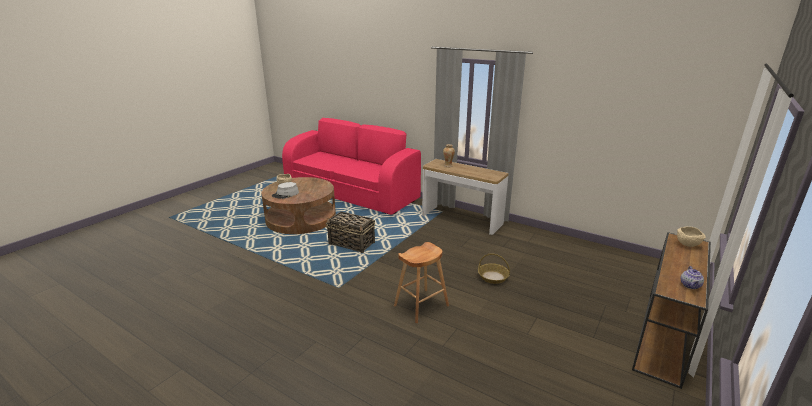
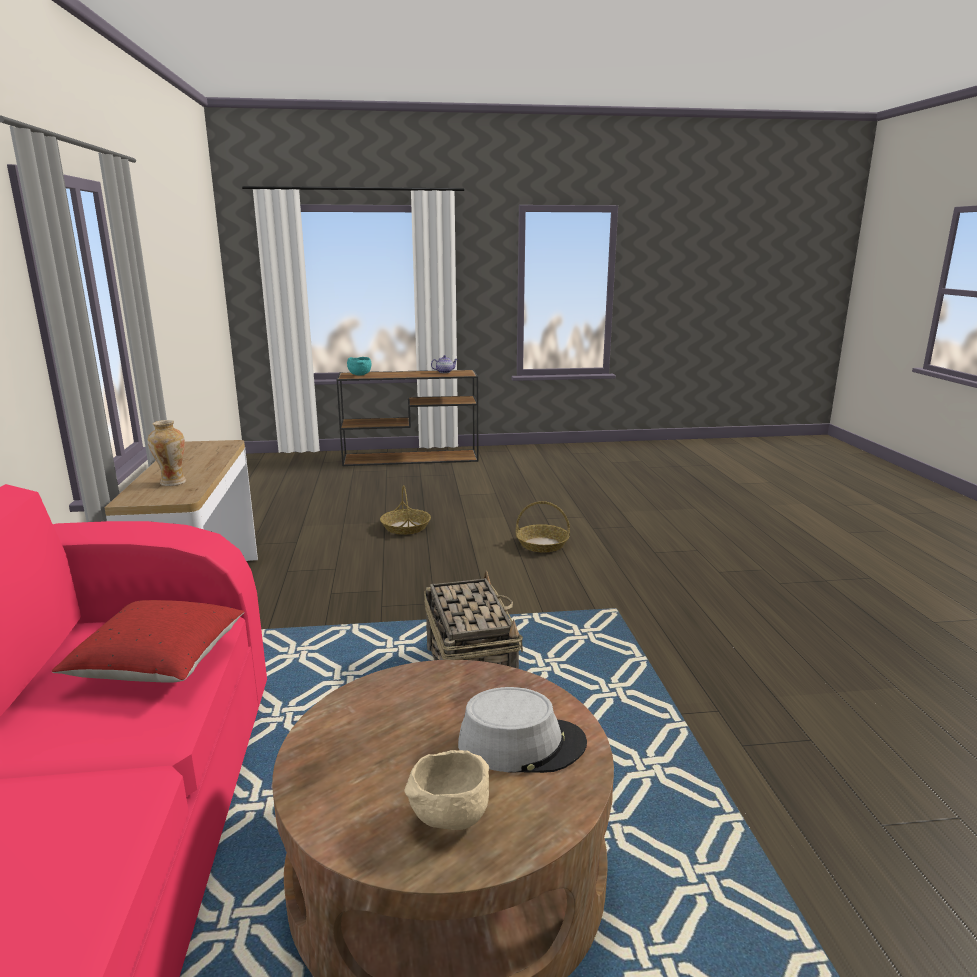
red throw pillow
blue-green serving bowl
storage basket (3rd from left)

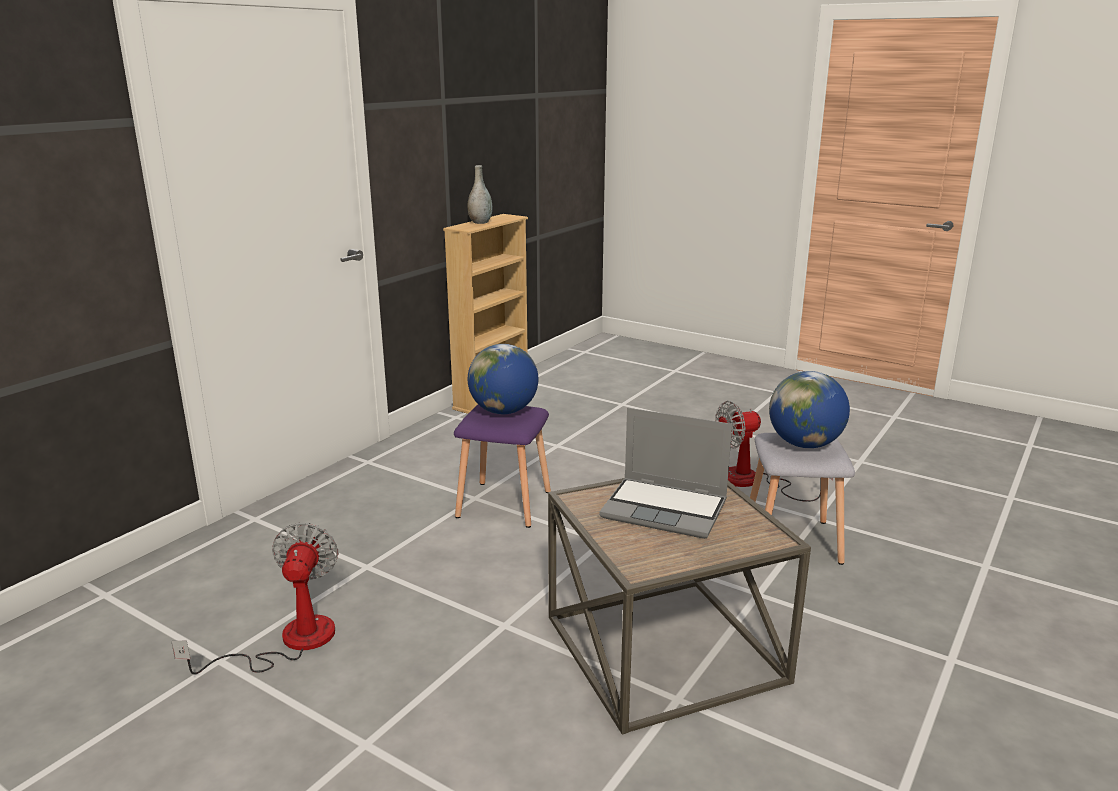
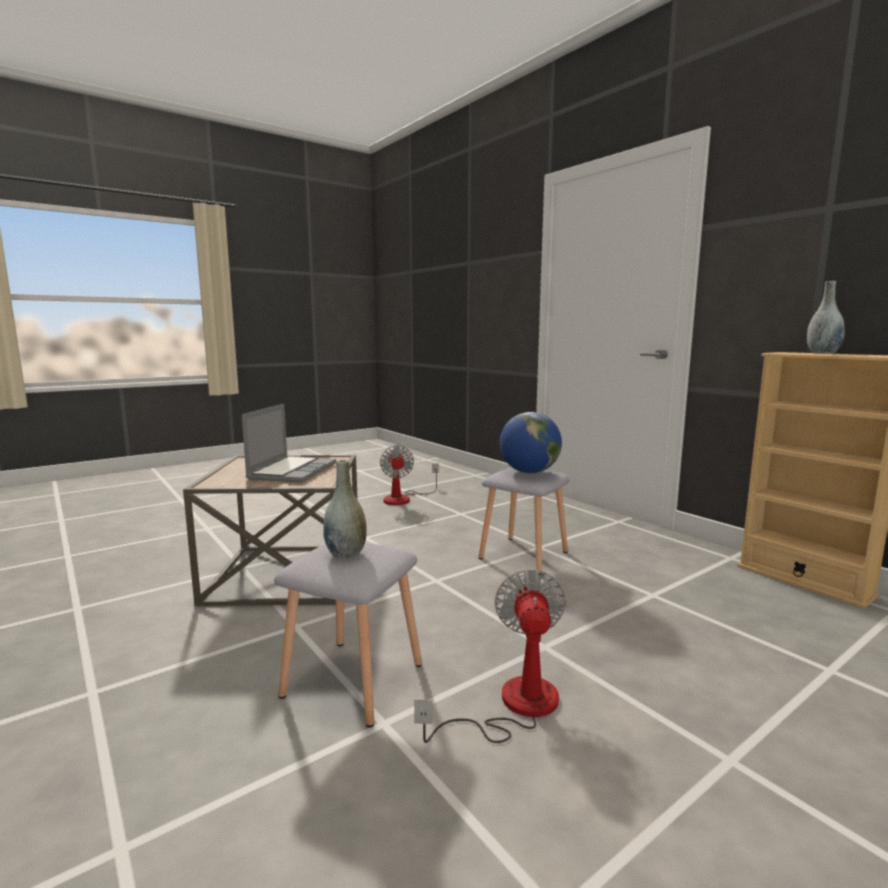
notebook computer
grey flower vase (1st from left)
electric fan (1st from left)
grey sitting stool (2nd from left)

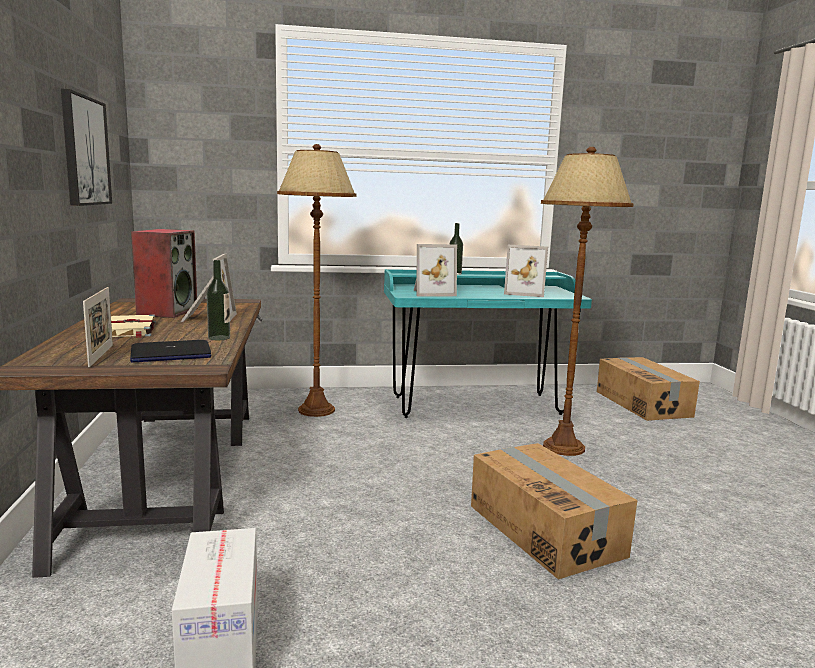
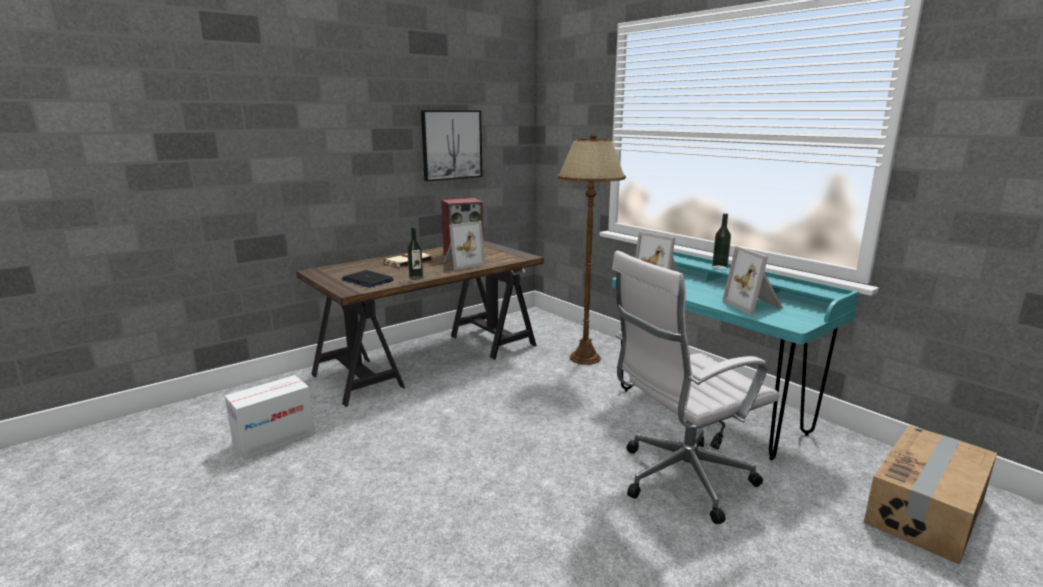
whitish computer chair
photo frame (1st from left in the first image)
cardboard box (2nd from left in the first image)

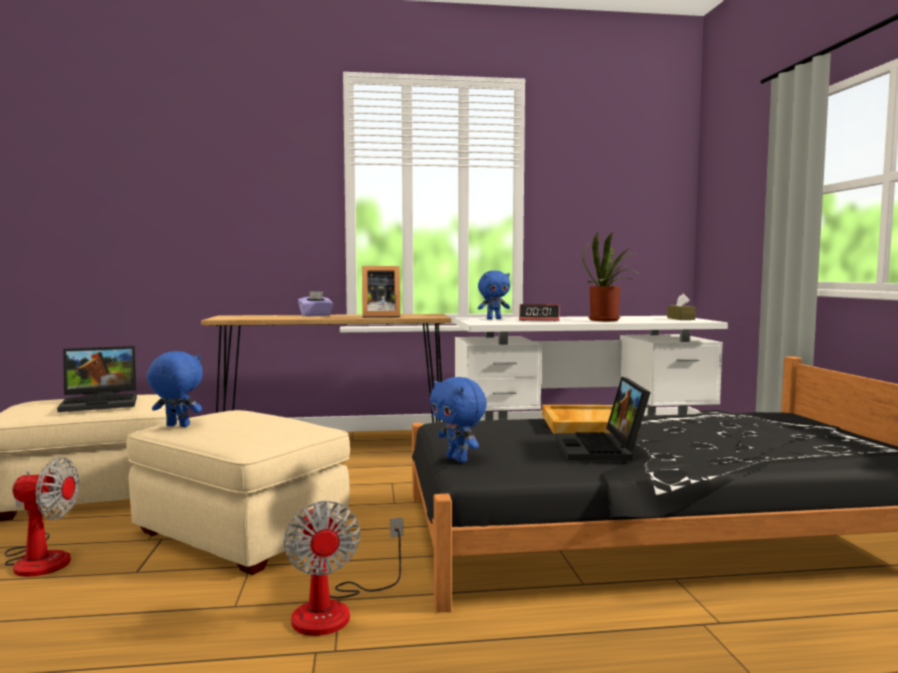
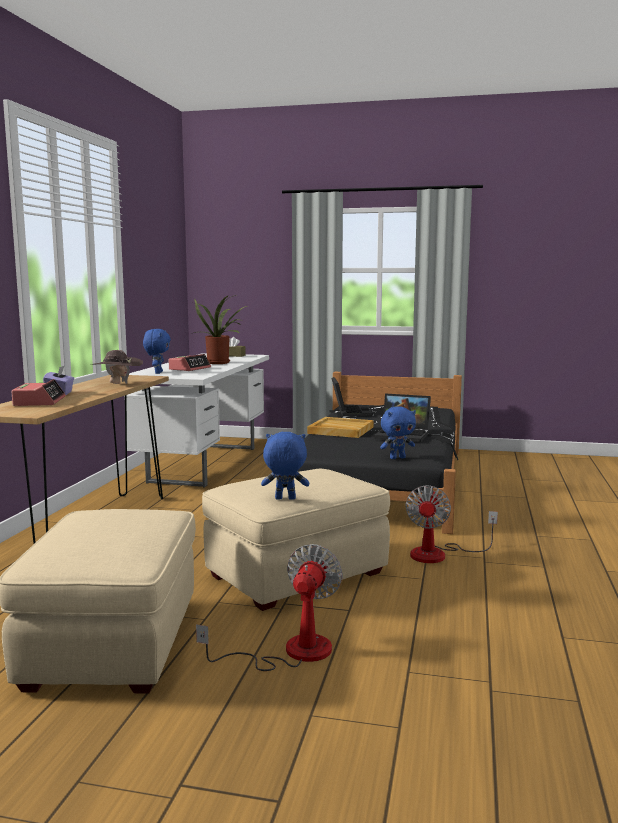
bedside clock (1st from left)
brown hat
bluish cuddly toy (2nd from left)
notebook computer (1st from left)
electric fan (2nd from left)

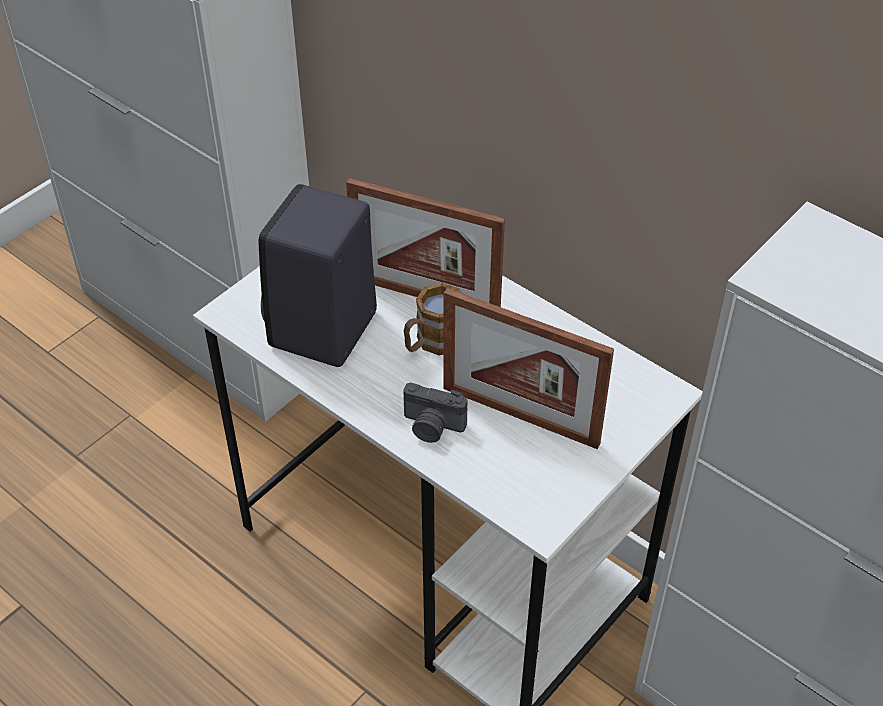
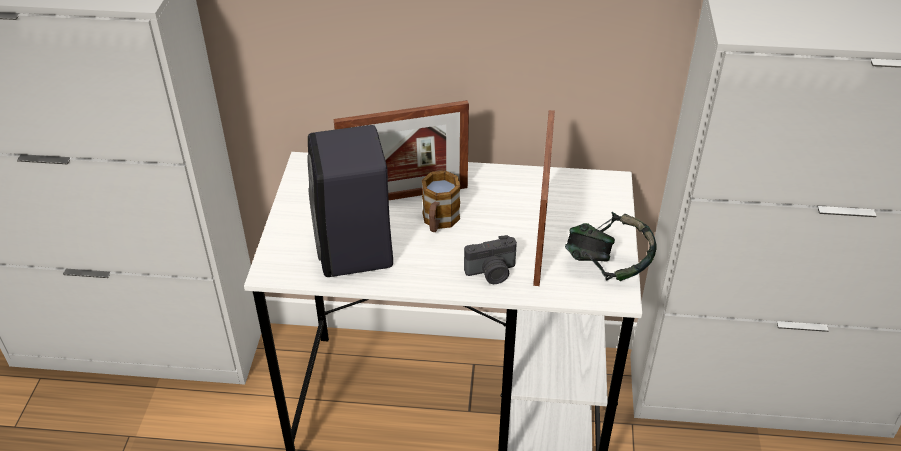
photo frame (2nd from left)
headphones

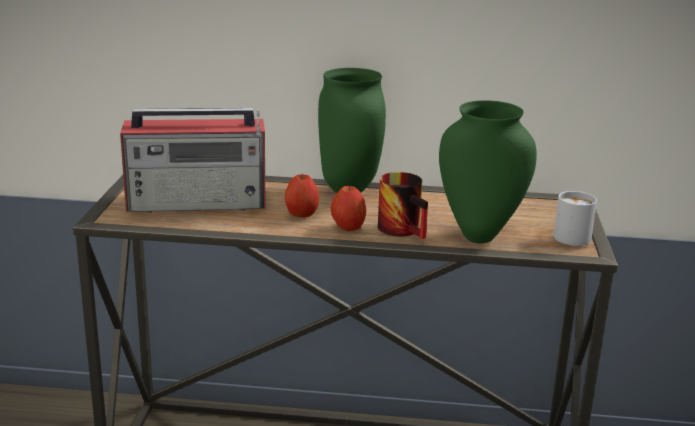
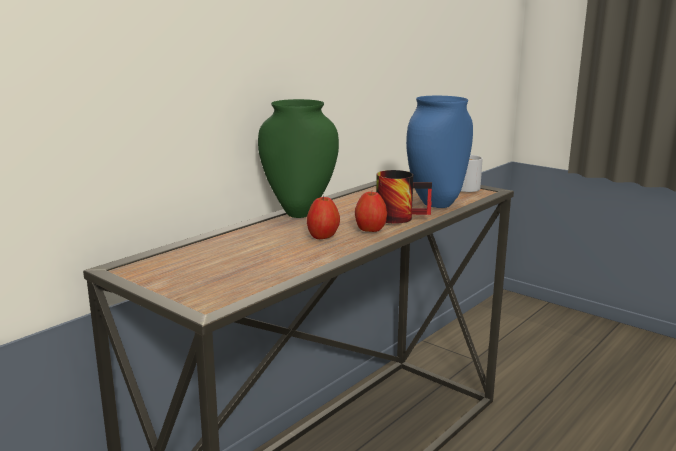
bluish flower vase
radio set

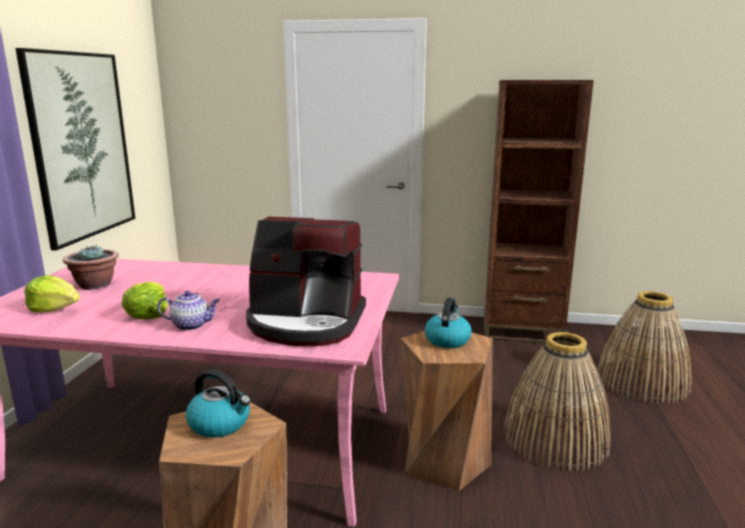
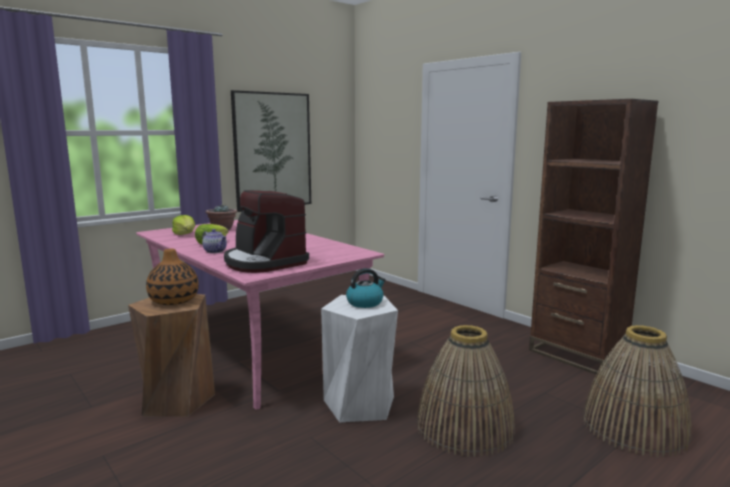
flower vase
whitish sitting stool

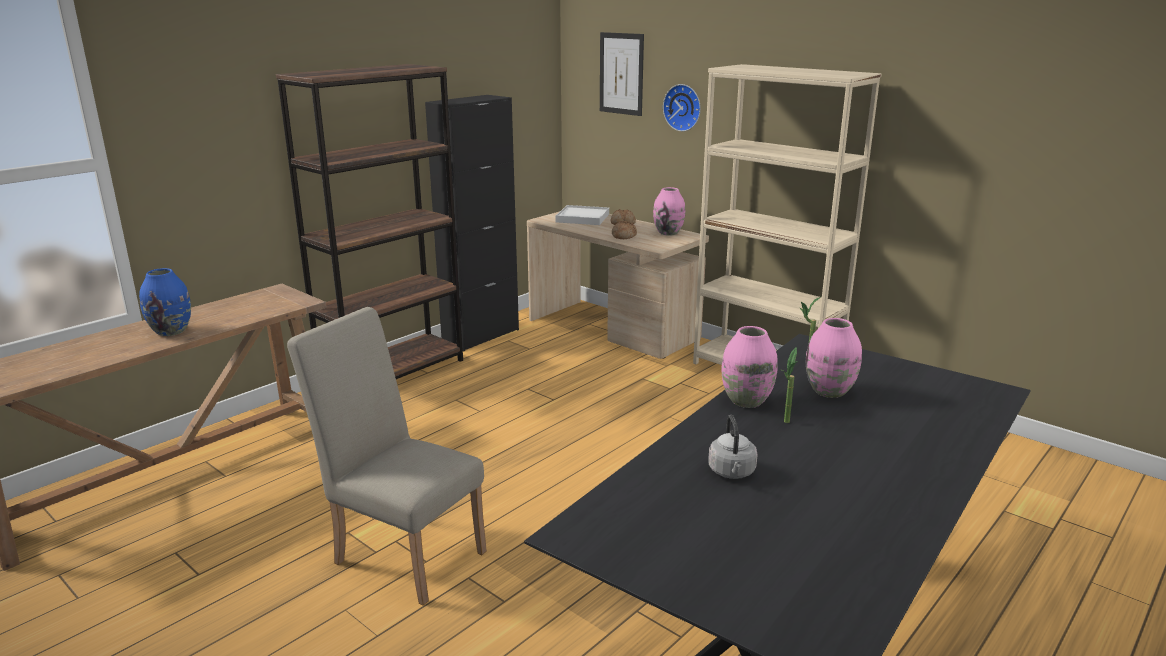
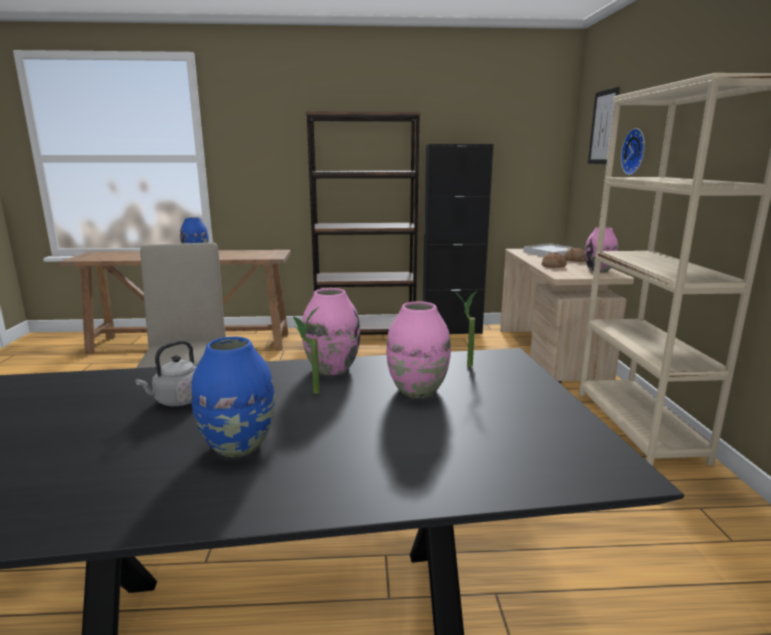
bluish flower vase (2nd from left)

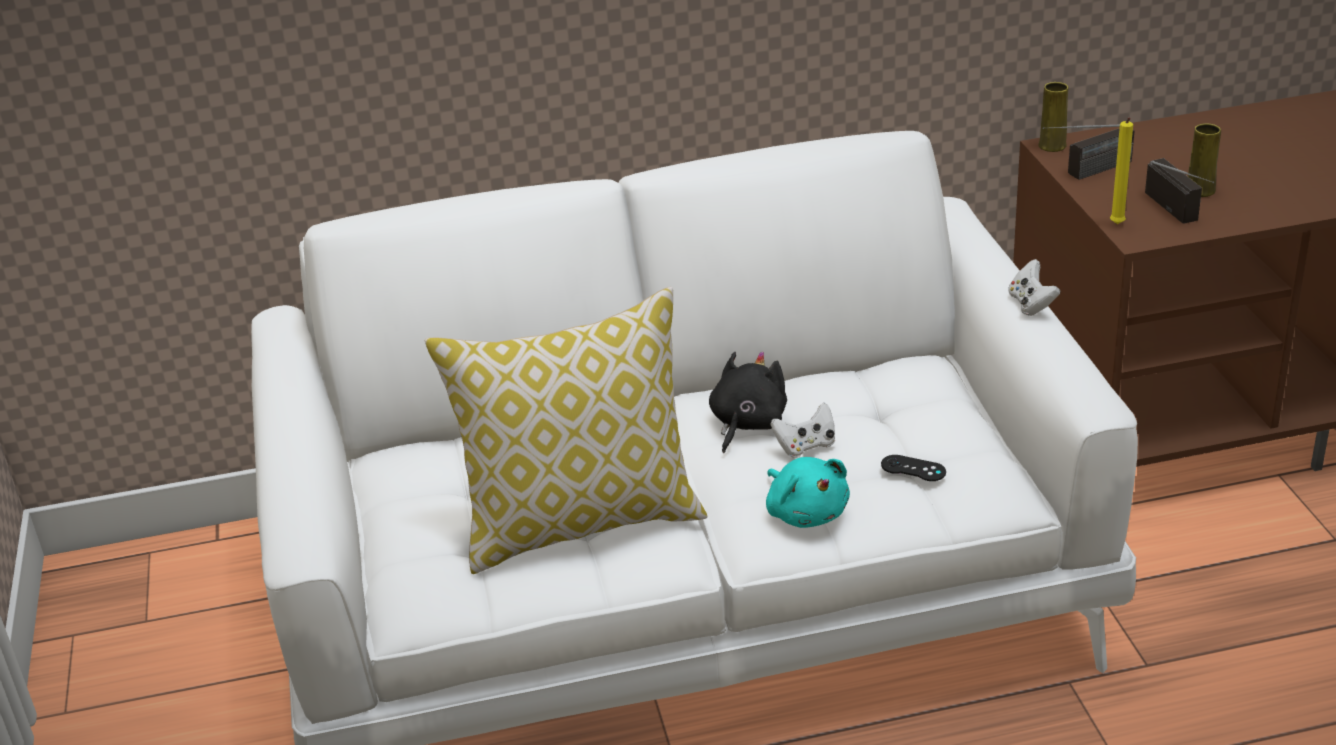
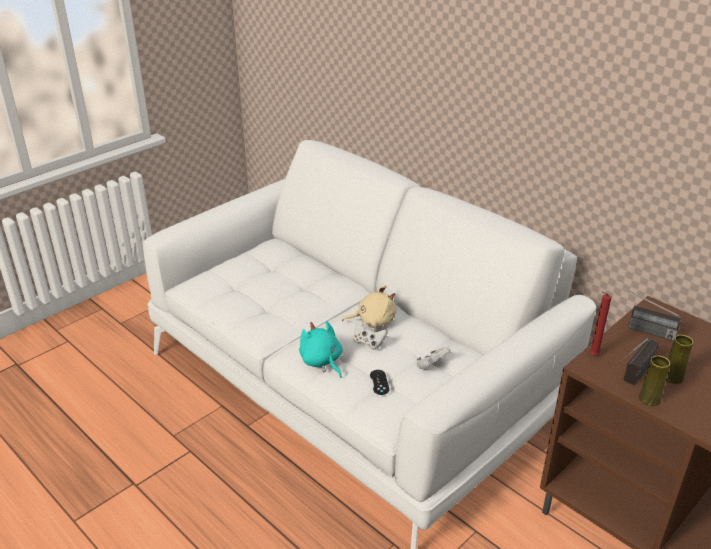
blue-green cuddly toy
beige-coloured cuddly toy
whitish game controller (2nd from left)
red wax candle
yellowish flower vase (1st from left)
throw pillow

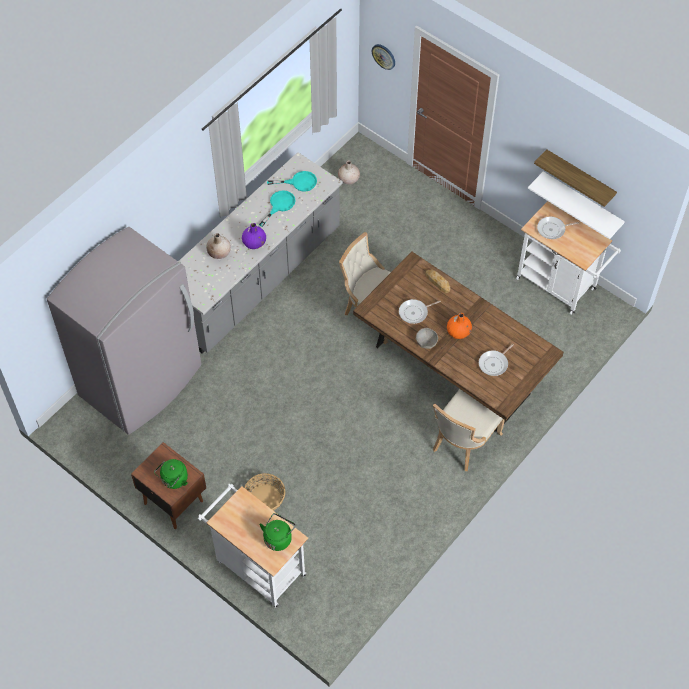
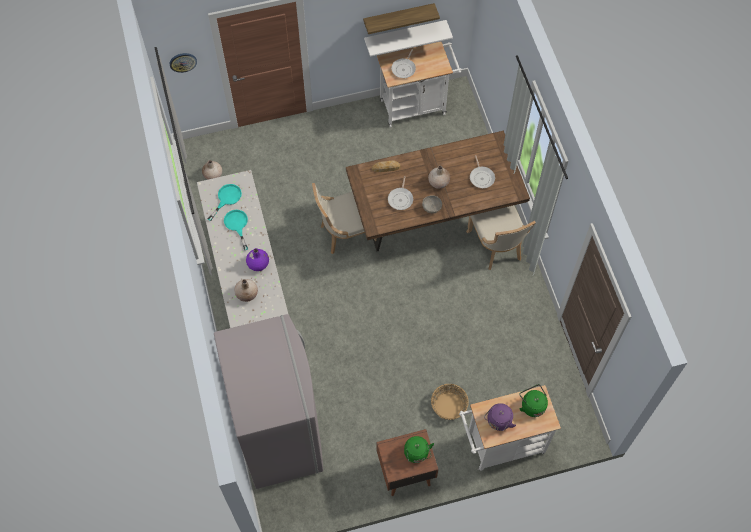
beige-coloured flower vase (3rd from left)
purple kettle

